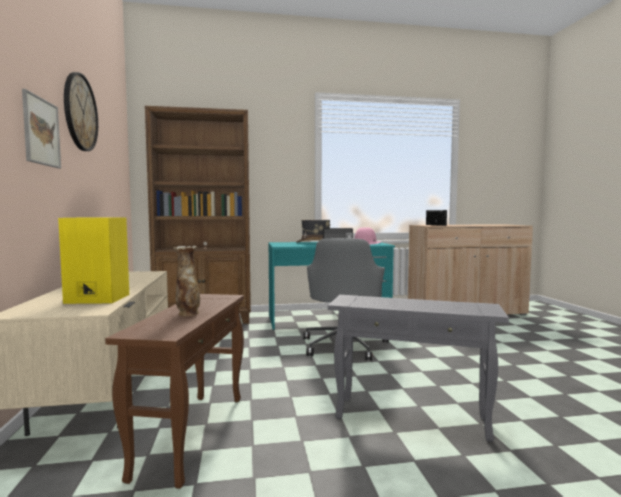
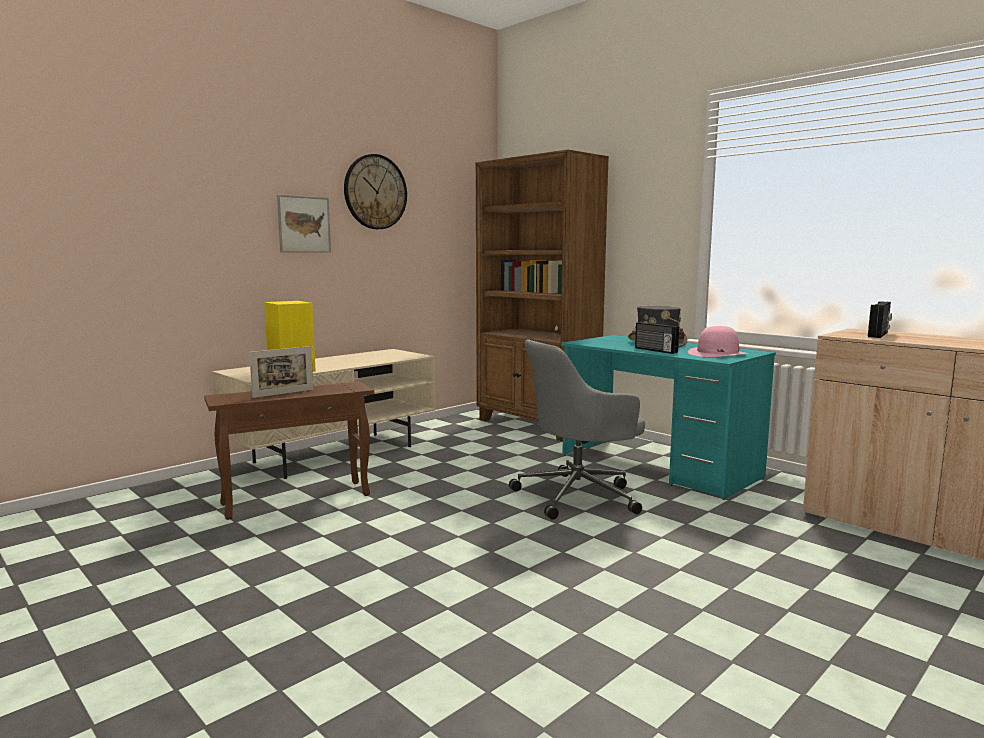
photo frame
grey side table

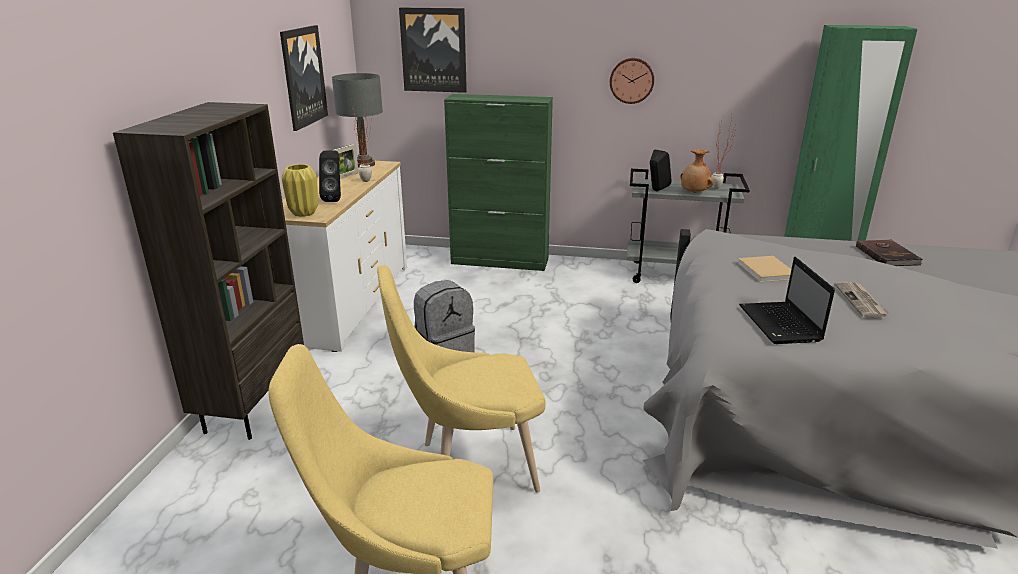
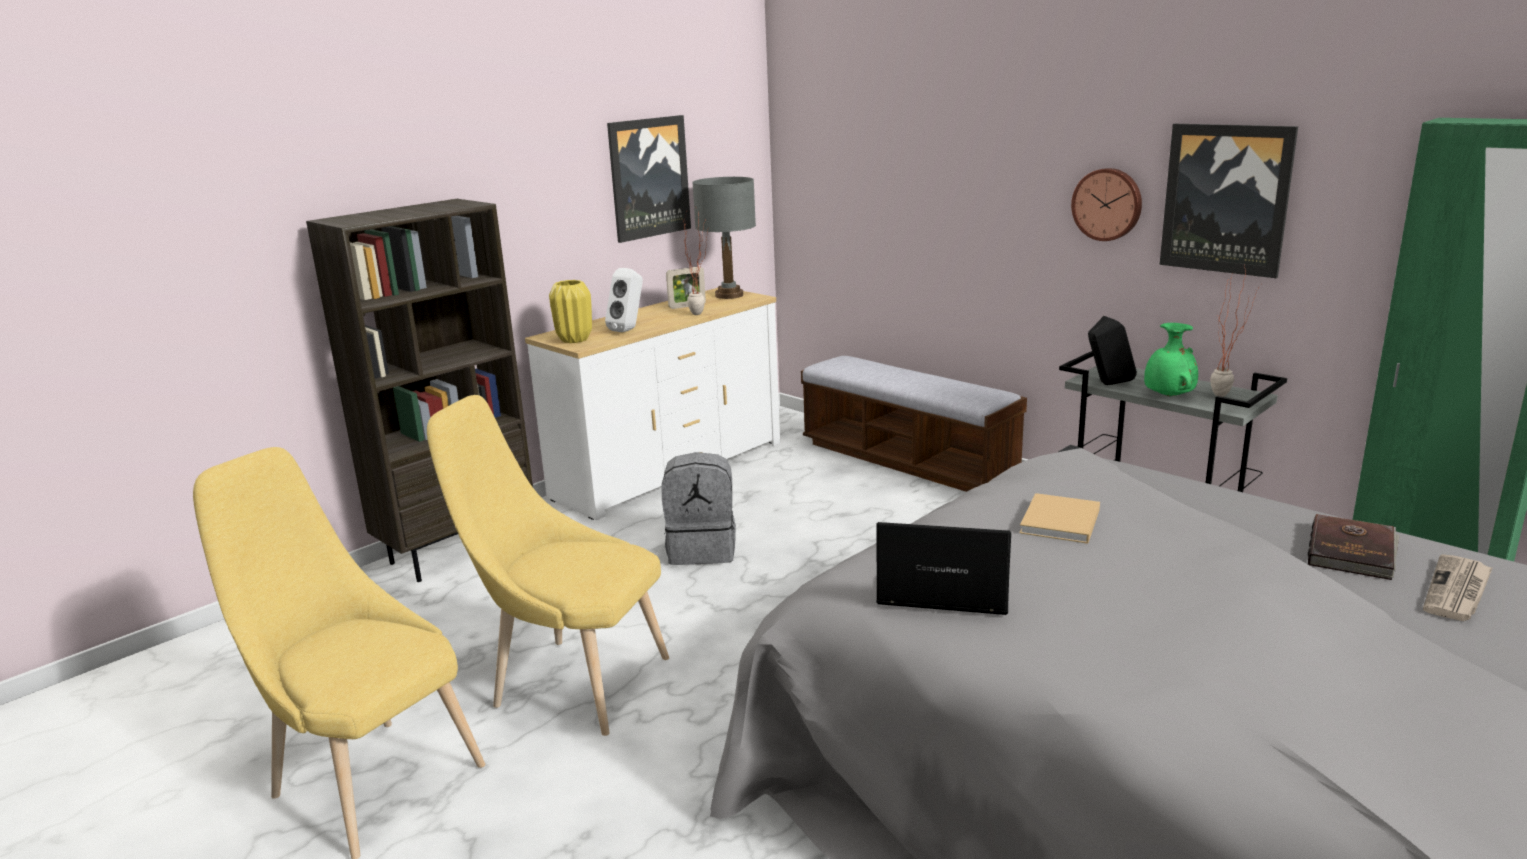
whitish speaker
indoor bench
notebook computer
green flower vase
wall art (2nd from left)
printed paper

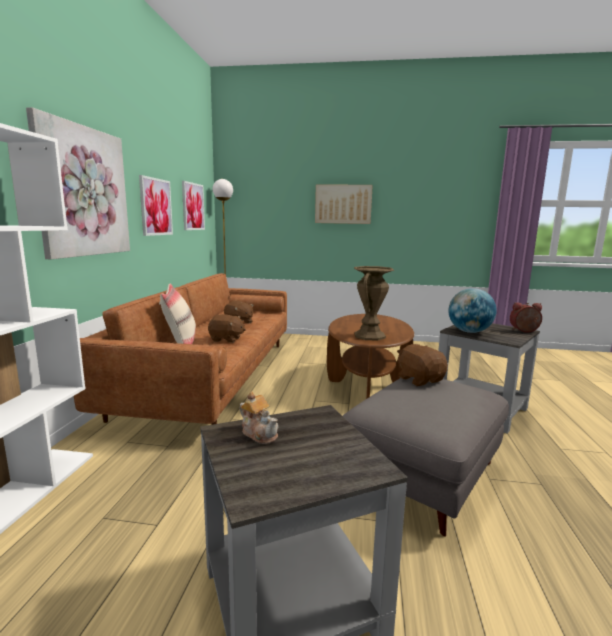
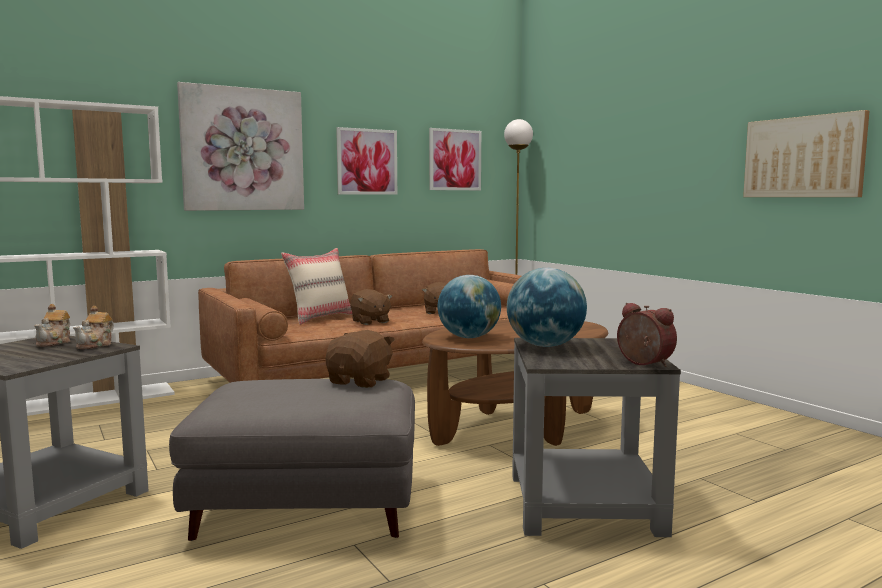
tea pot (2nd from left)
globe (1st from left)
wall art (4th from left)

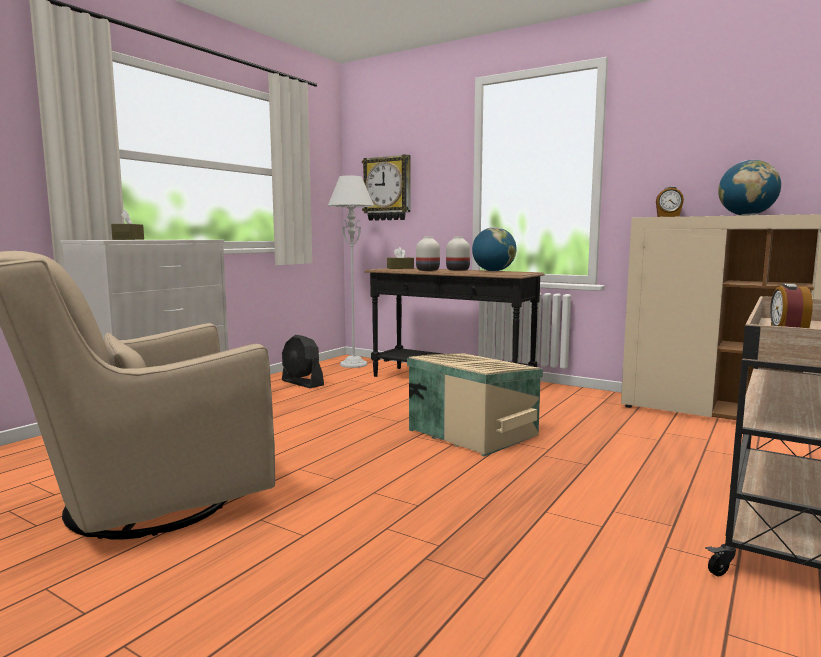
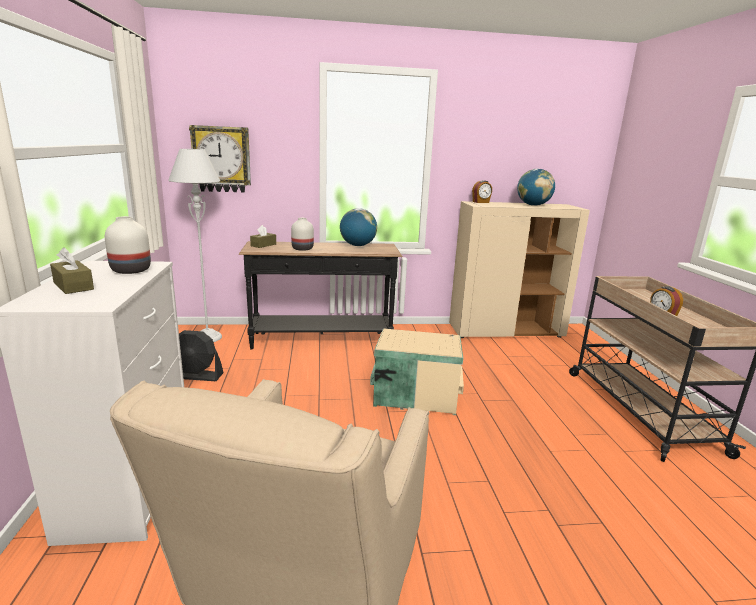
whitish flower vase (1st from left)

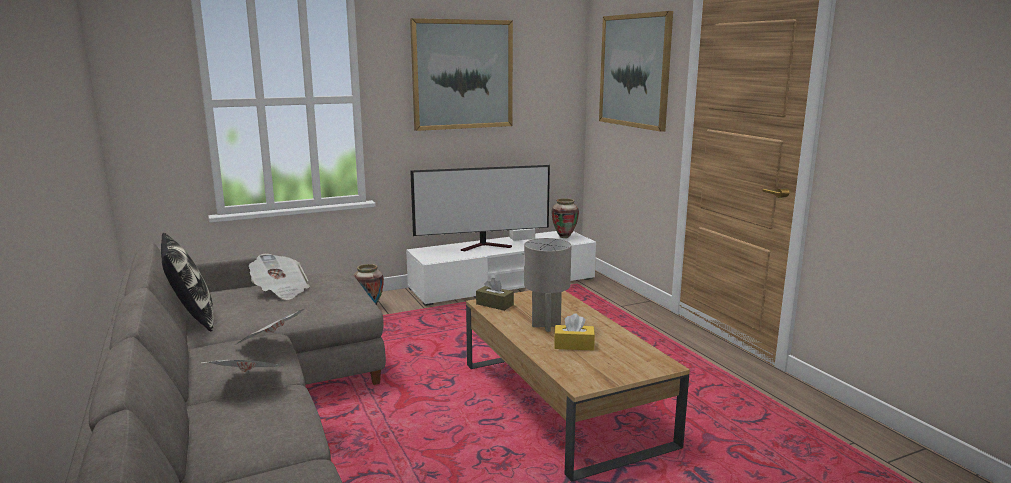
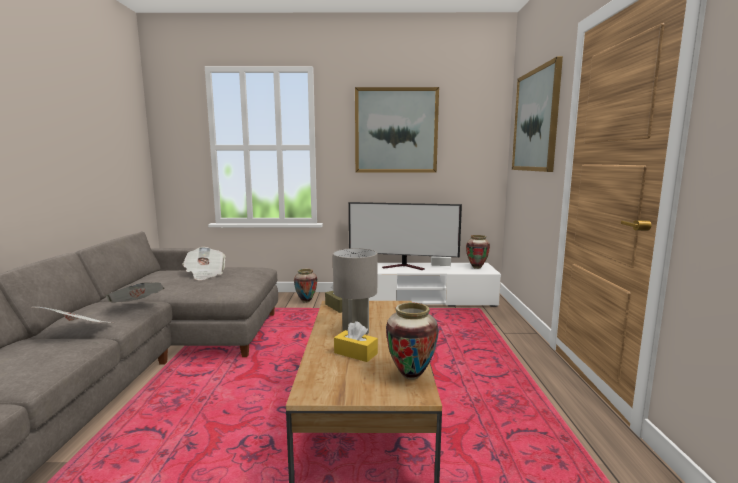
flower vase (2nd from left)
throw pillow

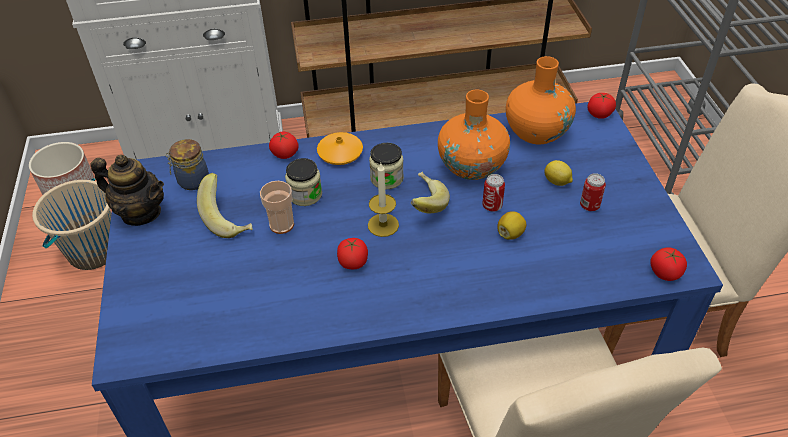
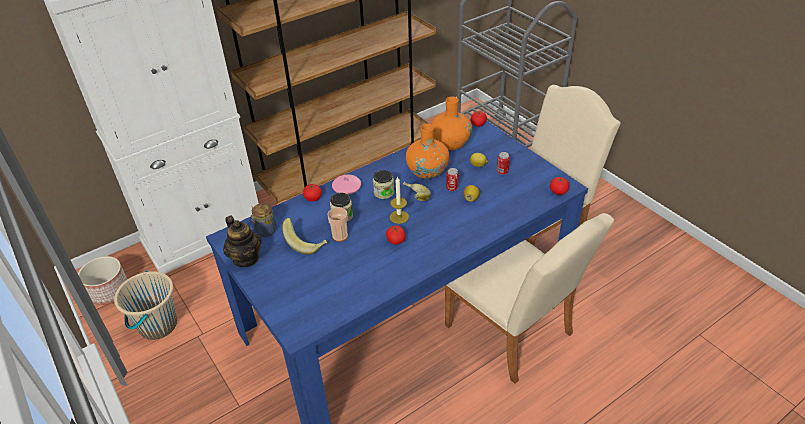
tea pot
pink-coloured flower vase

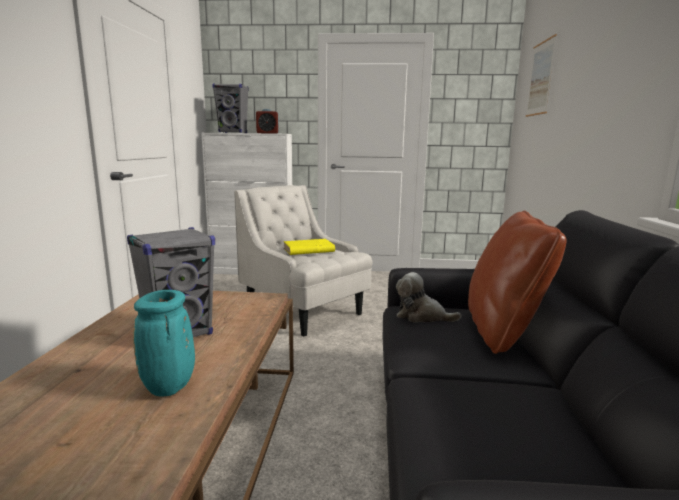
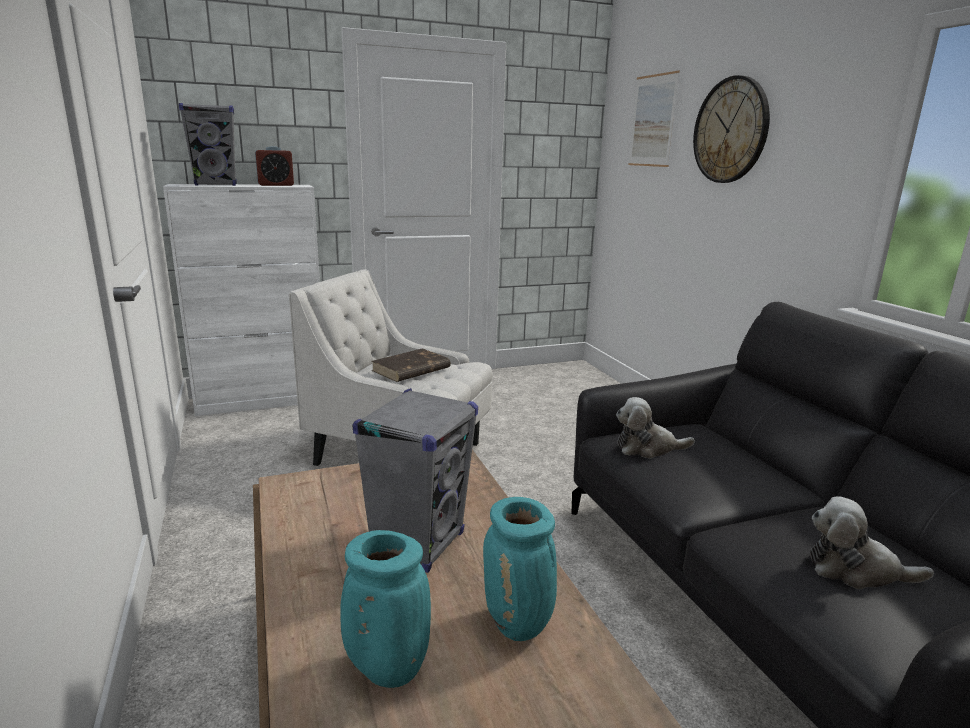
blue-green flower vase (1st from left)
brown volume
clock on the wall
cuddly toy (2nd from left)
brown throw pillow

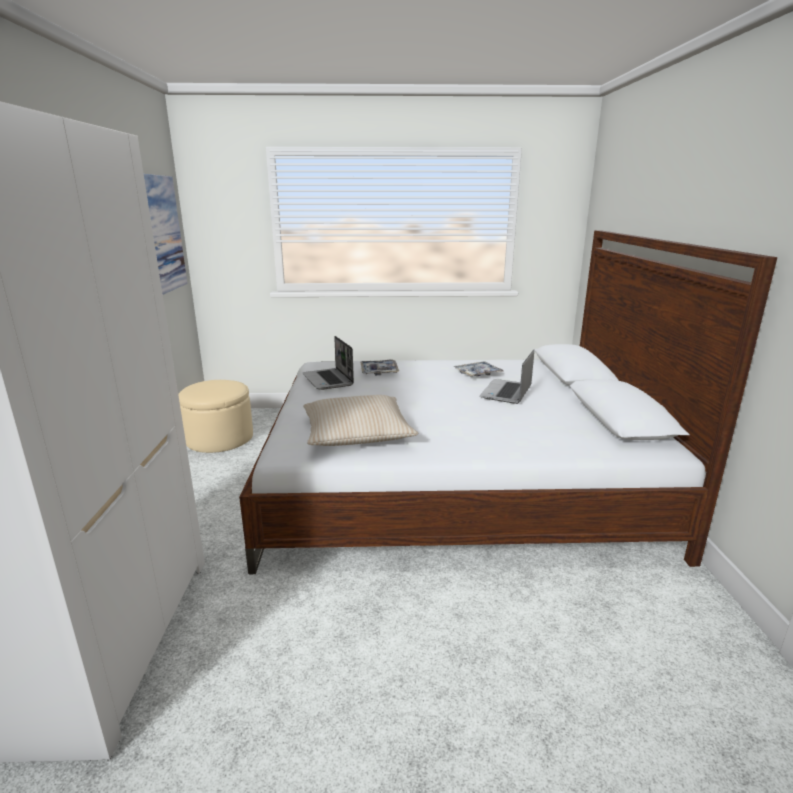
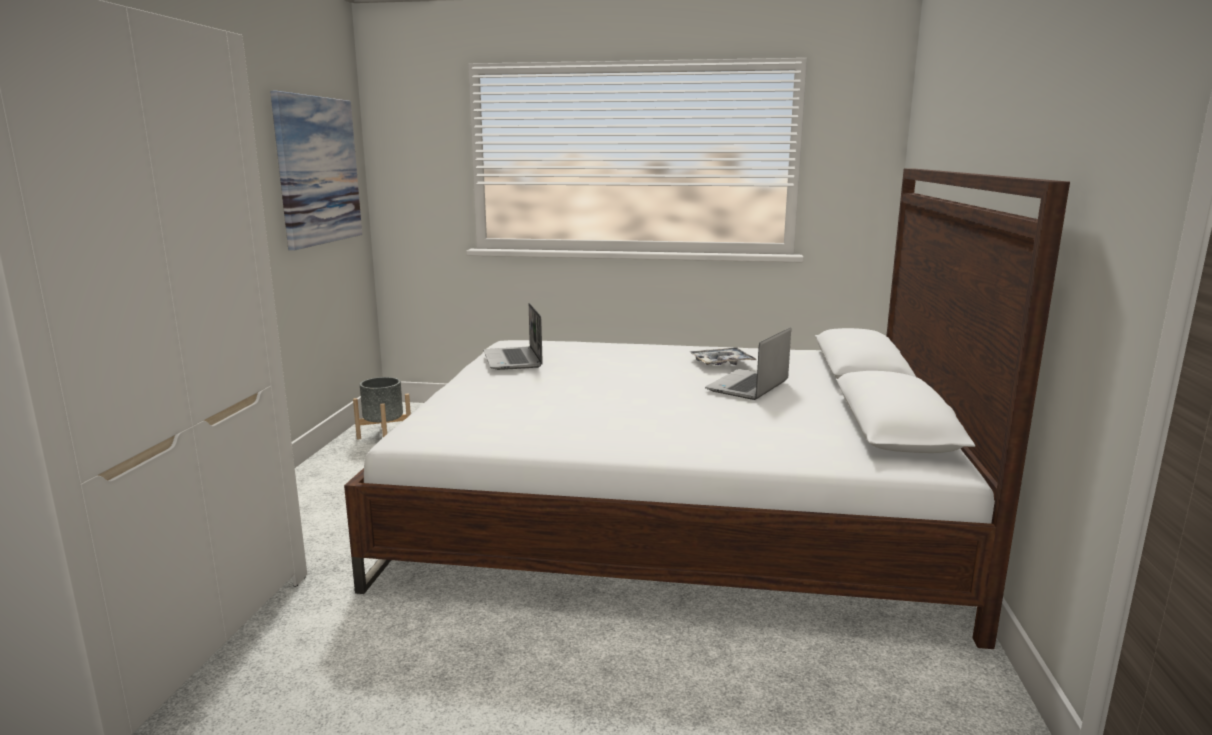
grey plant pot
beige-coloured throw pillow
tray (1st from left in the first image)

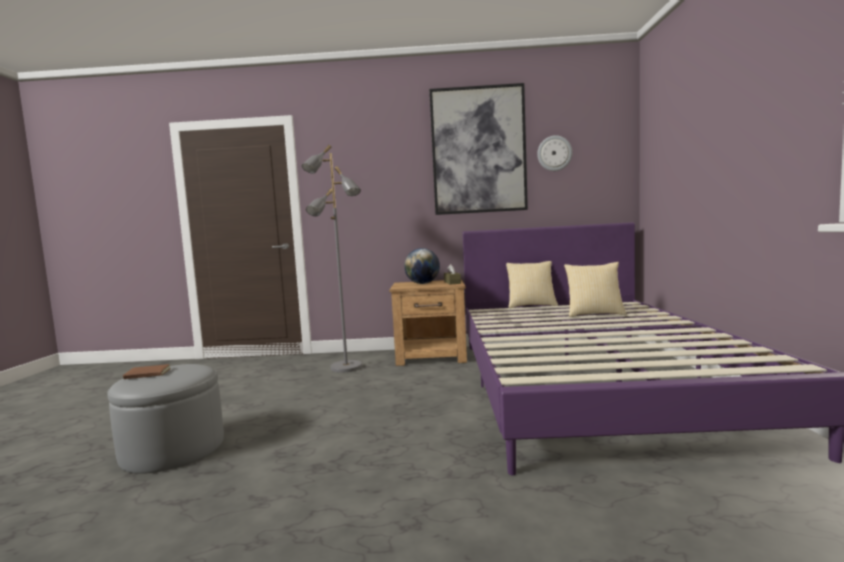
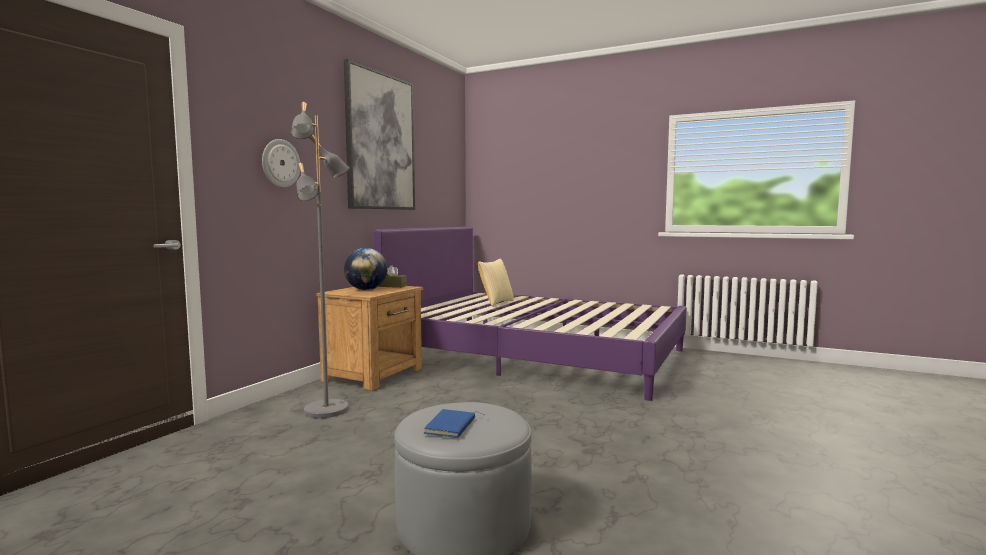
clock on the wall
bluish volume
throw pillow (1st from left in the first image)

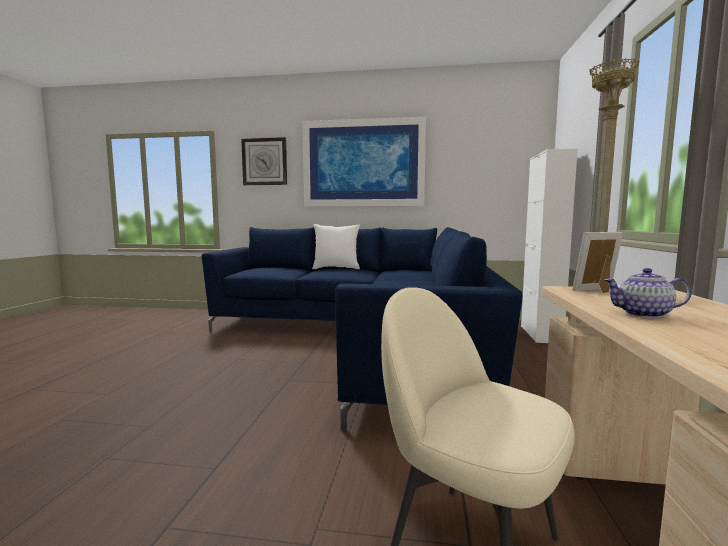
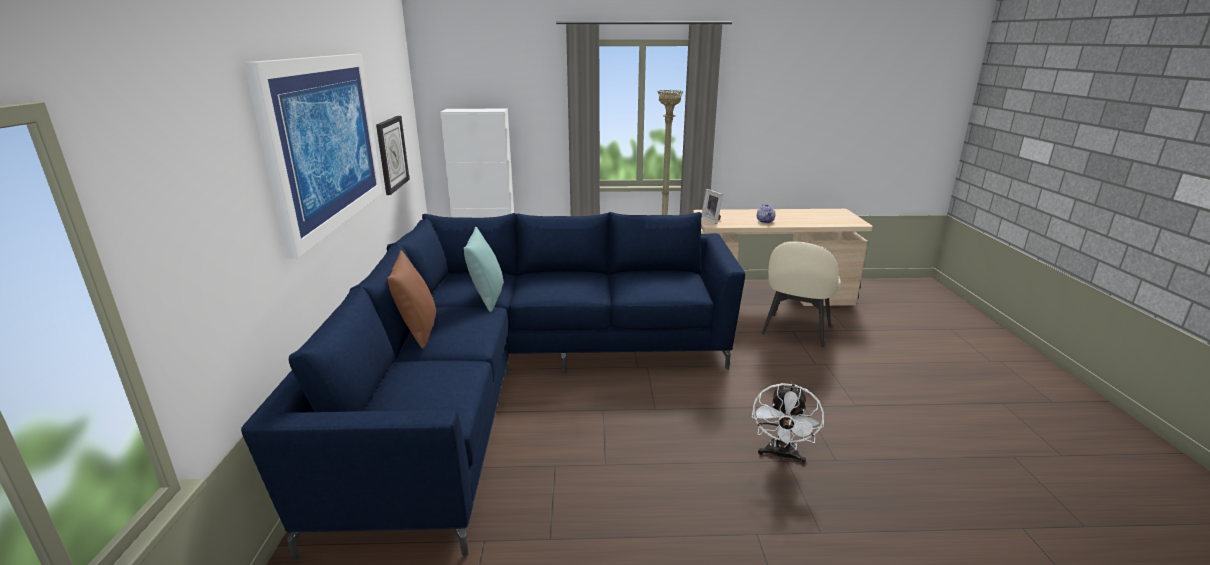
clock on the wall
brown throw pillow
blue-green throw pillow
whitish electric fan

